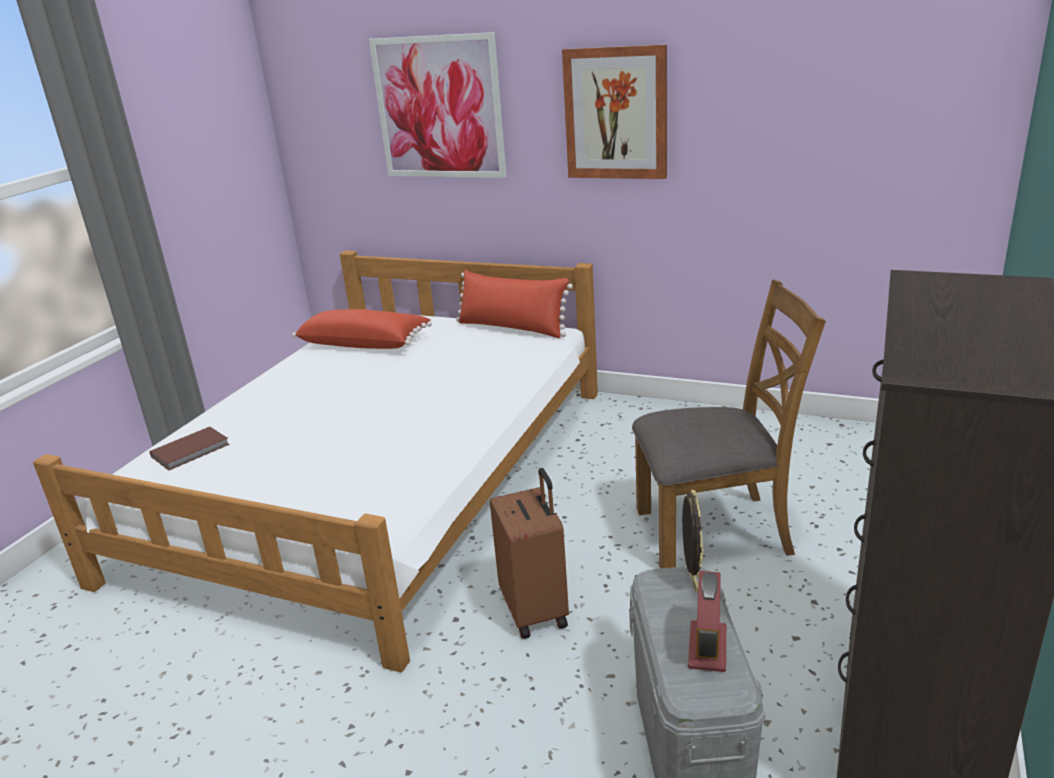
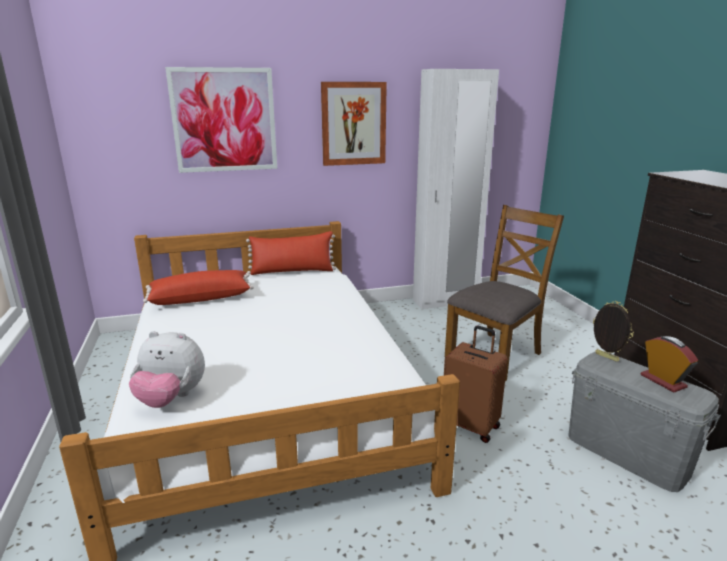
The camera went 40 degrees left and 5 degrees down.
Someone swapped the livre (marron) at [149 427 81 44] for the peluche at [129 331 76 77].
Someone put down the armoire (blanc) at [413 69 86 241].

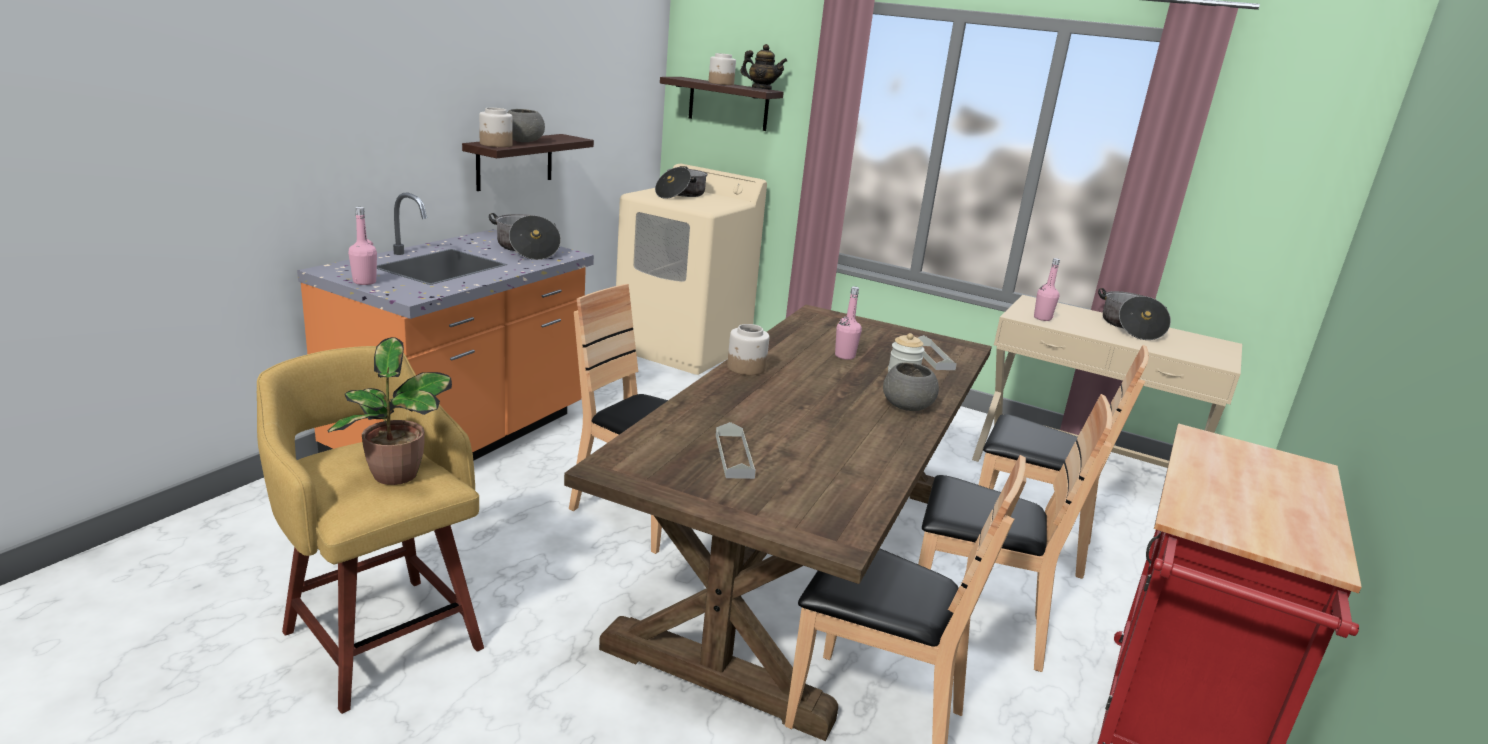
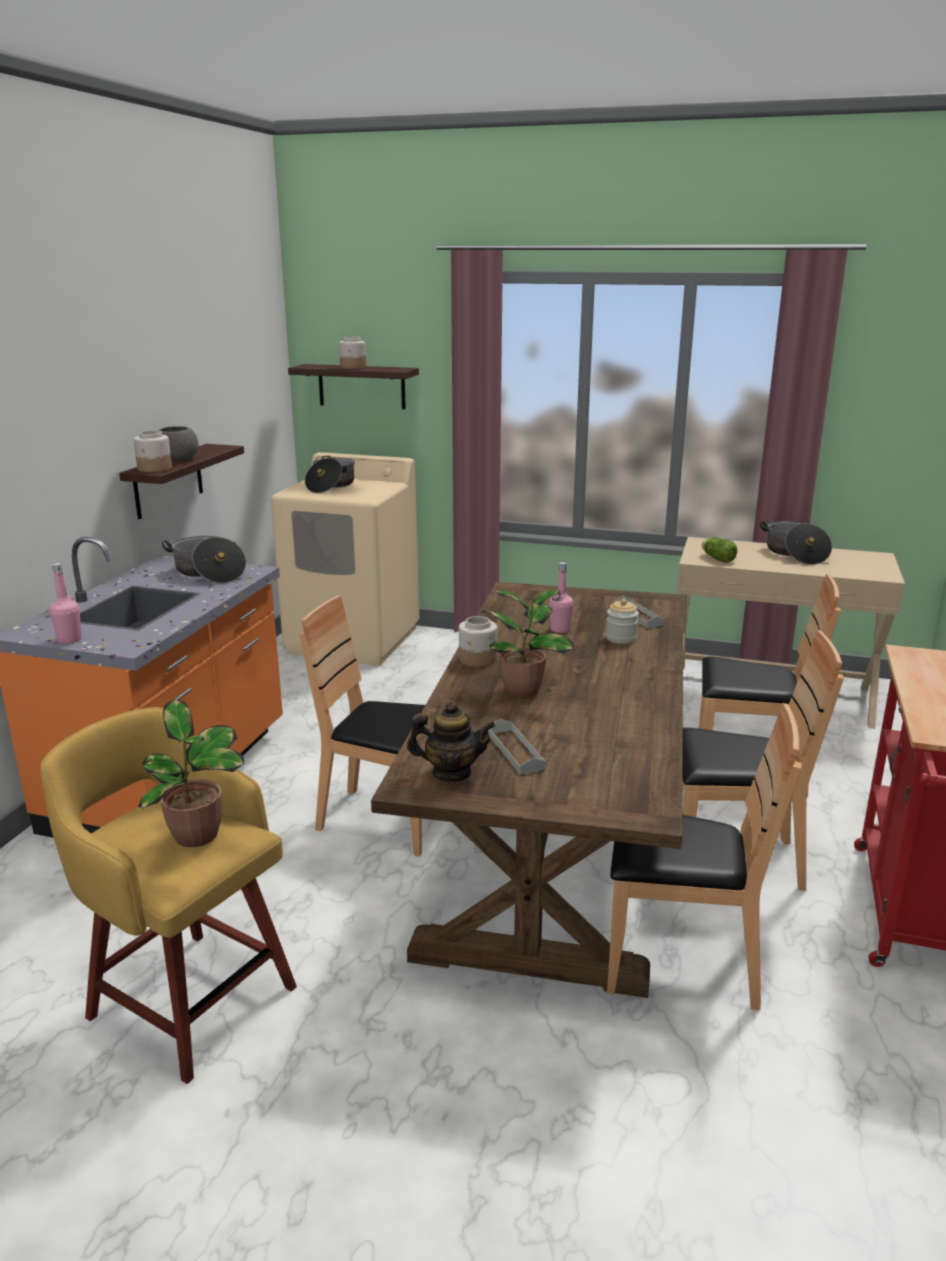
The camera went 10 degrees left and 0 degrees up.
Someone carried the théière from [740 44 47 46] to [407 701 88 81].
Someone put down the plante en pot at [481 590 92 108].
Someone swapped the bouteille (rose) at [1034 258 26 63] for the laitue at [702 537 36 26].
Someone took away the bol (gris) at [883 362 56 49].

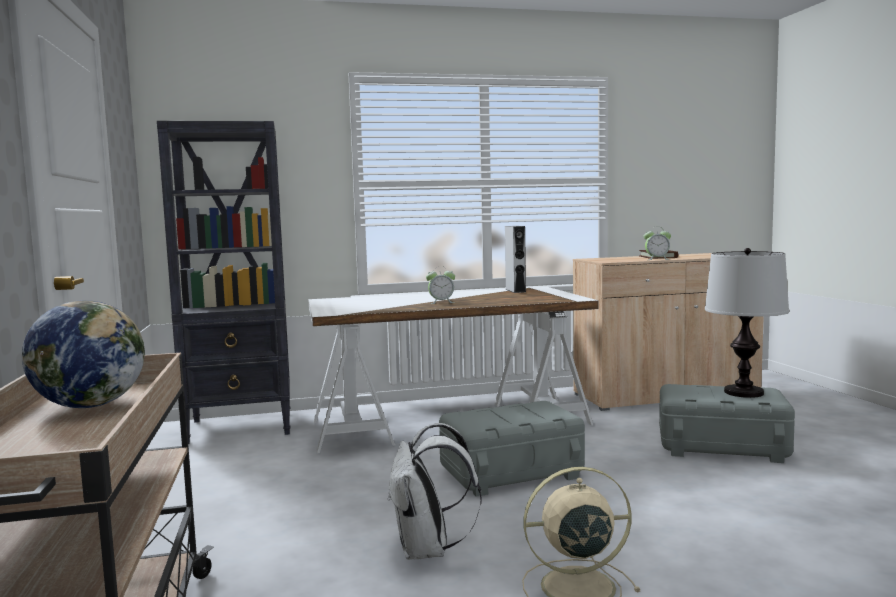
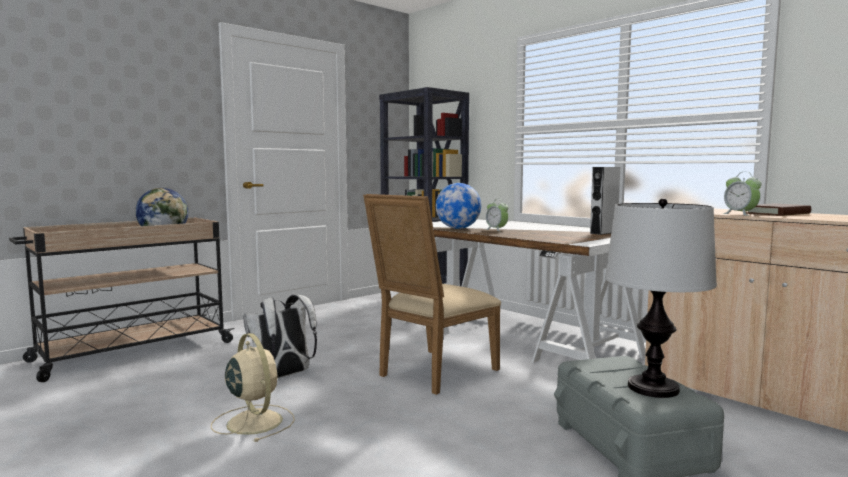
The camera went 60 degrees right and 0 degrees up.
Someone swapped the boîte de rangement (gris) at [439 401 146 96] for the chaise (beige) at [363 194 138 201].
Someone put down the globe at [436 183 45 46].

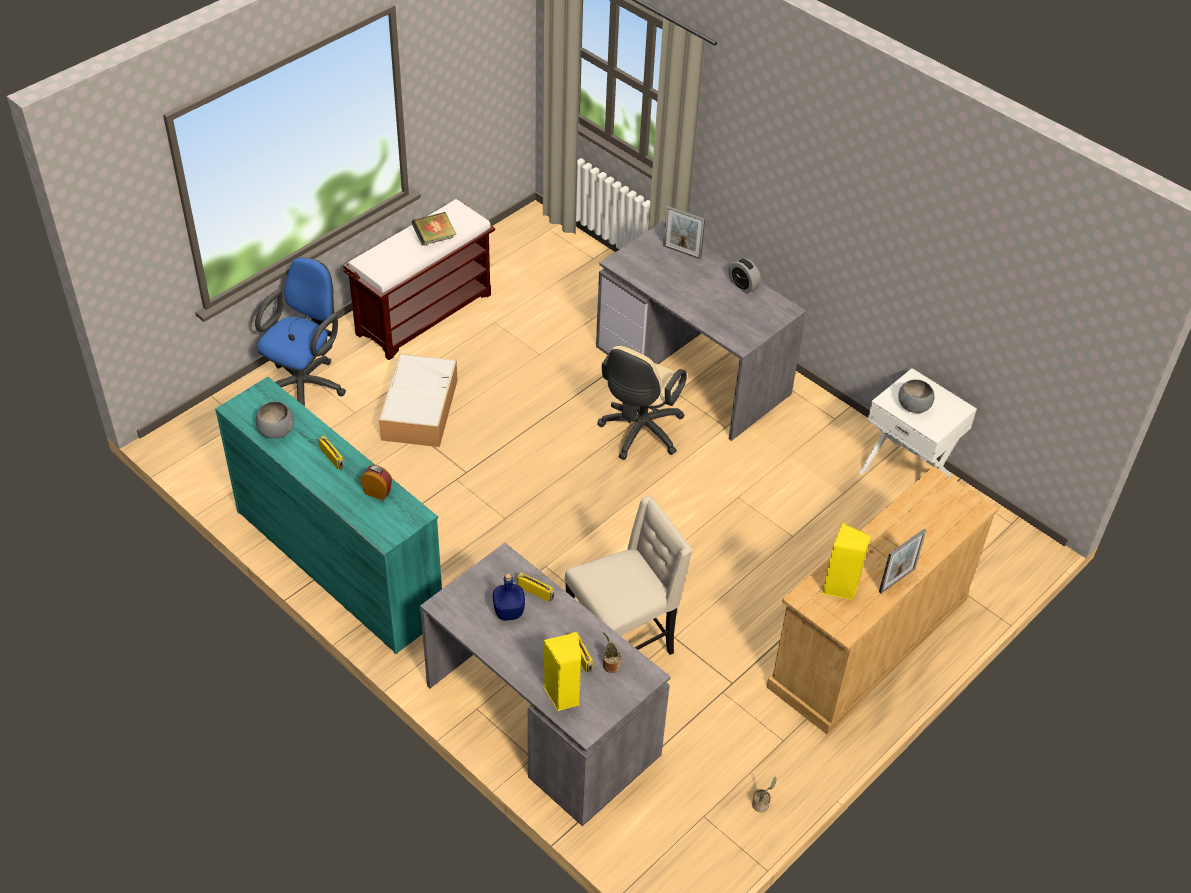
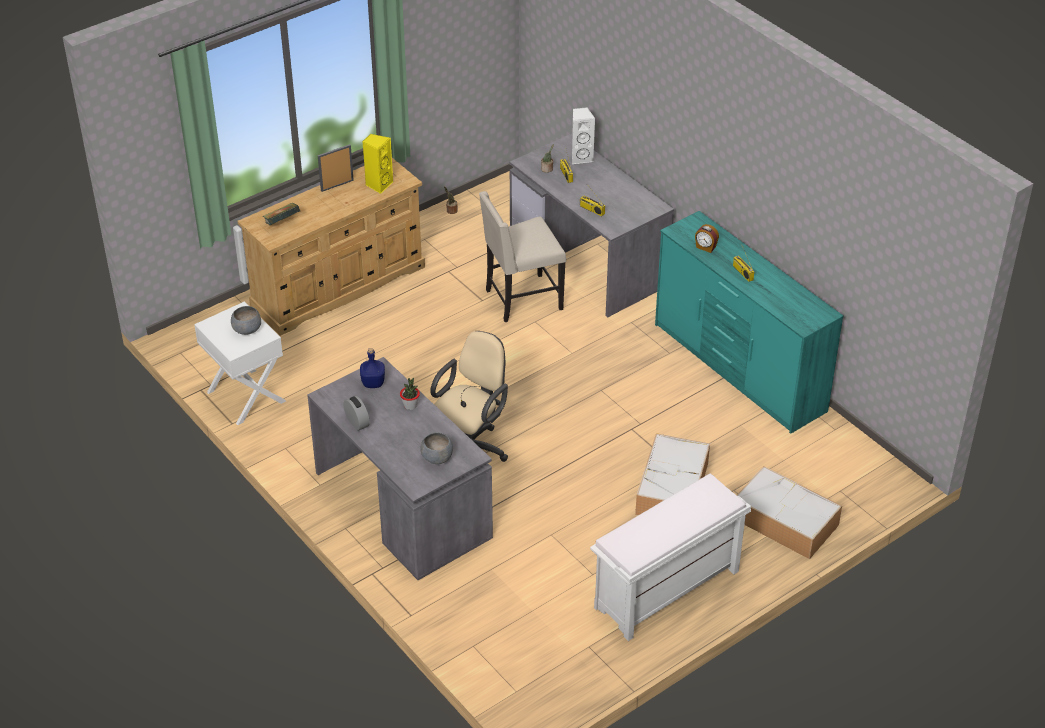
The camera went 170 degrees left and 5 degrees down.
Someone carried the livre from [412 212 44 34] to [263 202 37 23].
Someone carried the bouteille (bleu) from [493 574 32 46] to [360 348 25 40].
Someone put down the plante en pot at [400 378 20 32].
Someone carried the bol (gris) from [256 401 38 38] to [420 433 33 31].
Someone repainted the enceinte (jaune) at [543 632 38 79], which became the enceinte (blanc) at [572 107 23 57].
Someone repainted the banc (marron) at [343 199 152 161], which became the banc (blanc) at [590 474 161 167].
Someone swapped the chaise de bureau (bleu) at [255 257 91 150] for the boîte de rangement at [737 466 105 93].
Someone took away the cadre photo at [663 206 42 53].

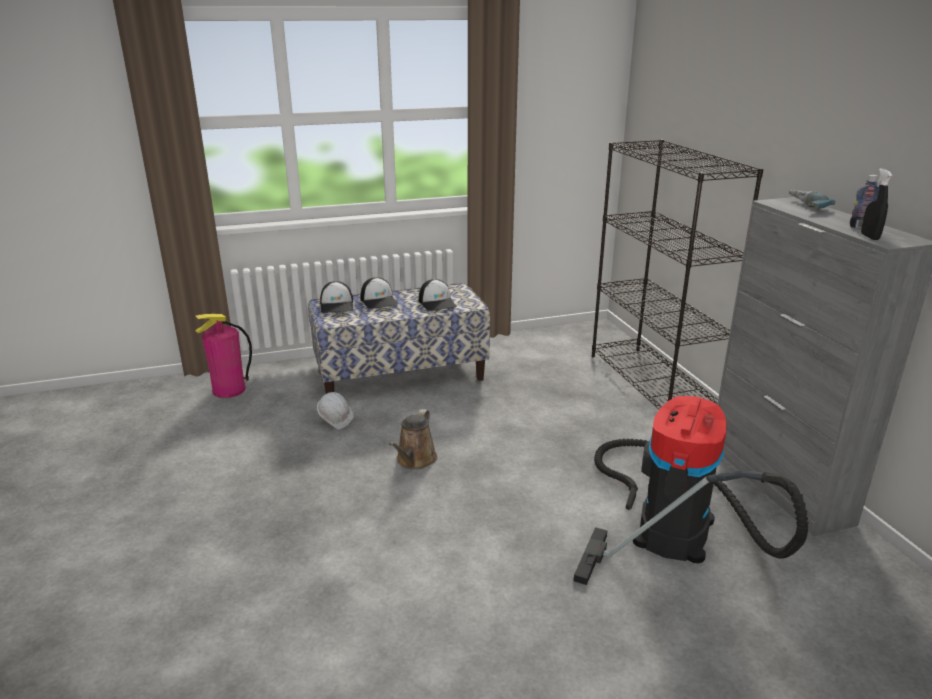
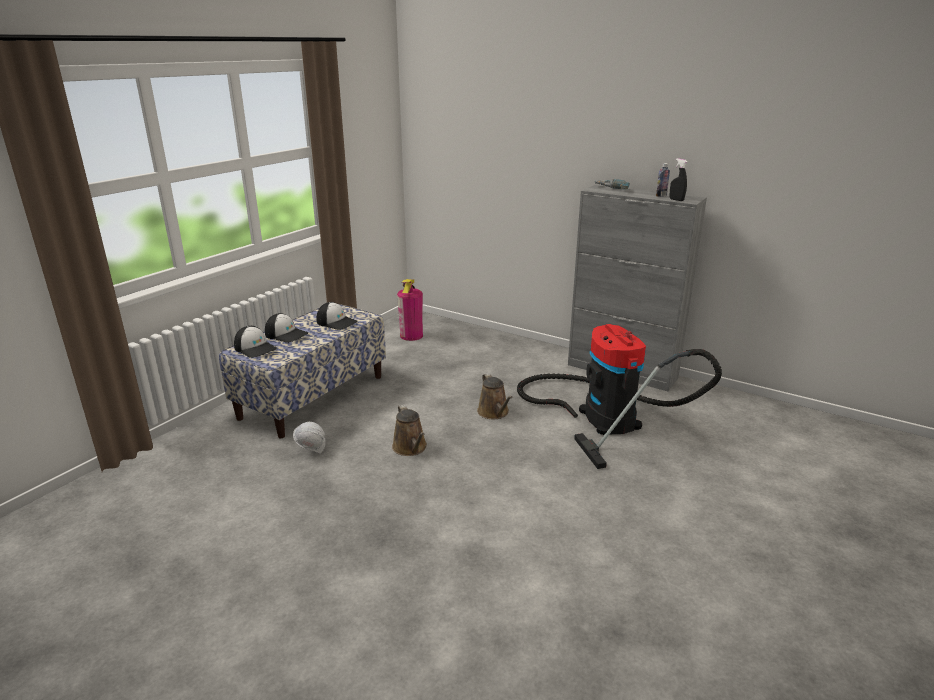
The camera went 40 degrees left and 0 degrees up.
Someone carried the extincteur from [195 314 57 84] to [397 279 26 62].
Someone put down the arrosoir (marron) at [477 373 36 46].
Someone took away the bibliothèque (noir) at [592 139 172 271].

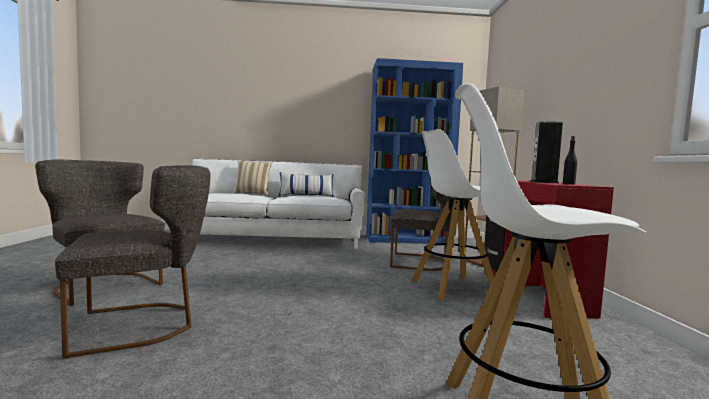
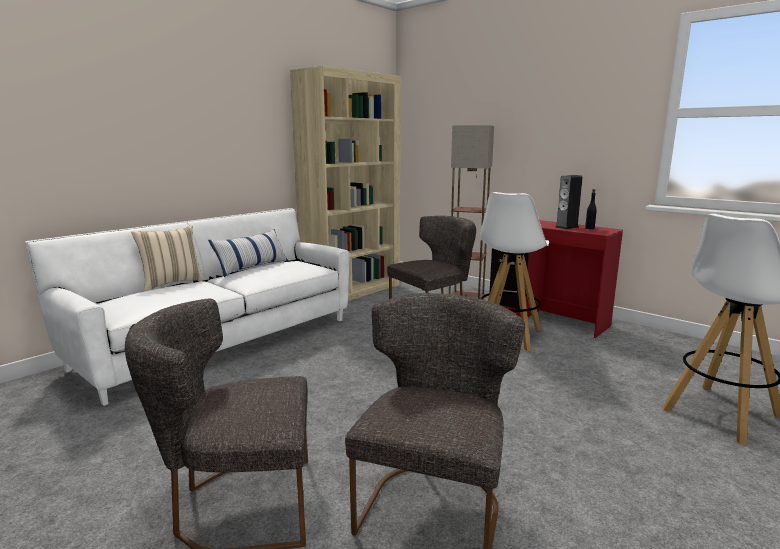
The camera went 45 degrees left and 10 degrees up.
Someone repainted the bibliothèque (bleu) at [366 58 97 186], which became the bibliothèque (beige) at [290 65 111 236].

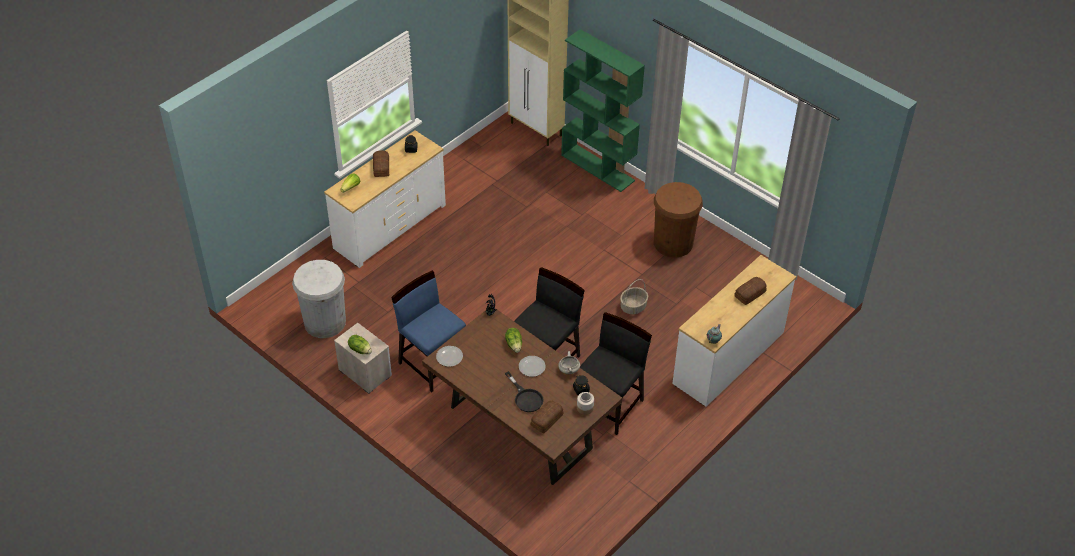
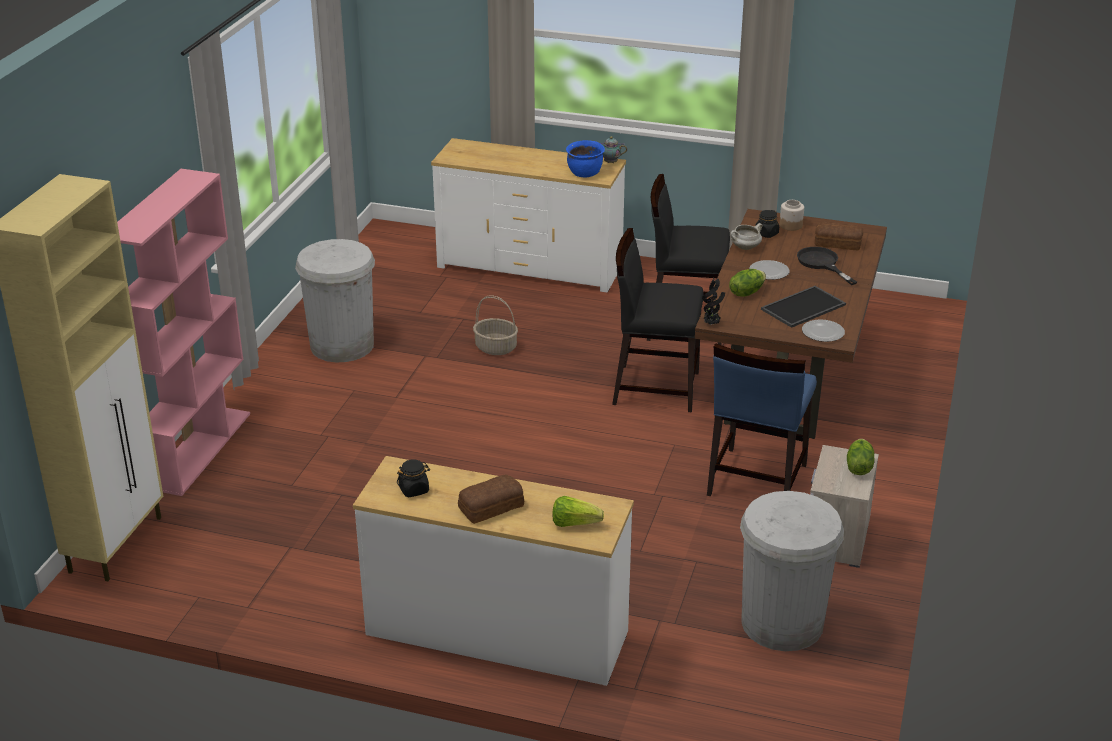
The camera went 115 degrees left and 15 degrees down.
Someone repainted the bibliothèque (vert) at [561 29 84 163], which became the bibliothèque (rose) at [117 169 133 327].
Someone repainted the poubelle (marron) at [654 182 49 76], which became the poubelle (blanc) at [295 239 80 123].
Someone put down the marmite (bleu) at [566 140 39 37].
Someone put down the plateau at [761 286 85 42].
Someone rotated the poêle (noir) at [505 371 39 41] by 60 degrees counterclockwise.
Someone took away the pain at [734 277 33 28].

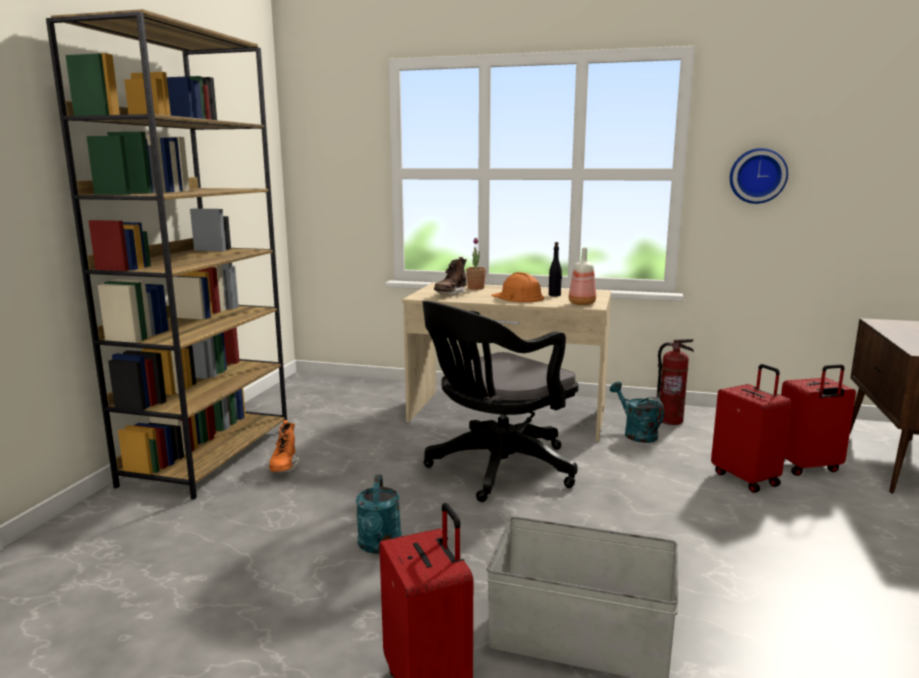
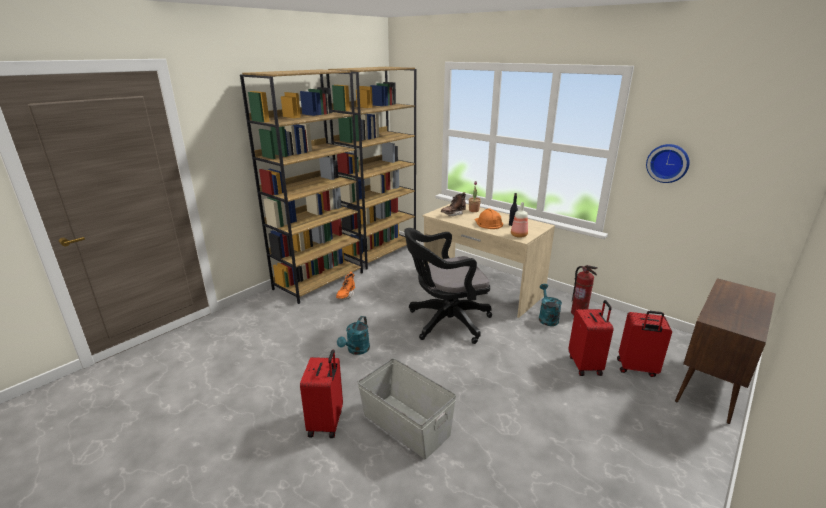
The camera went 25 degrees right and 10 degrees up.
Someone put down the bibliothèque (marron) at [326 67 90 203].

